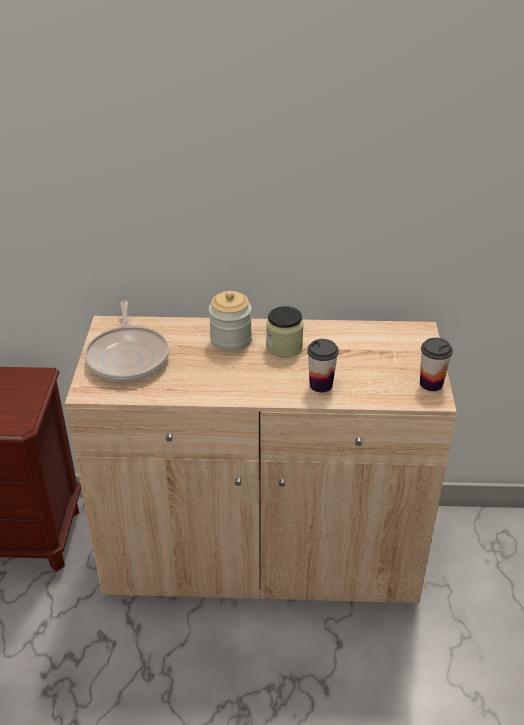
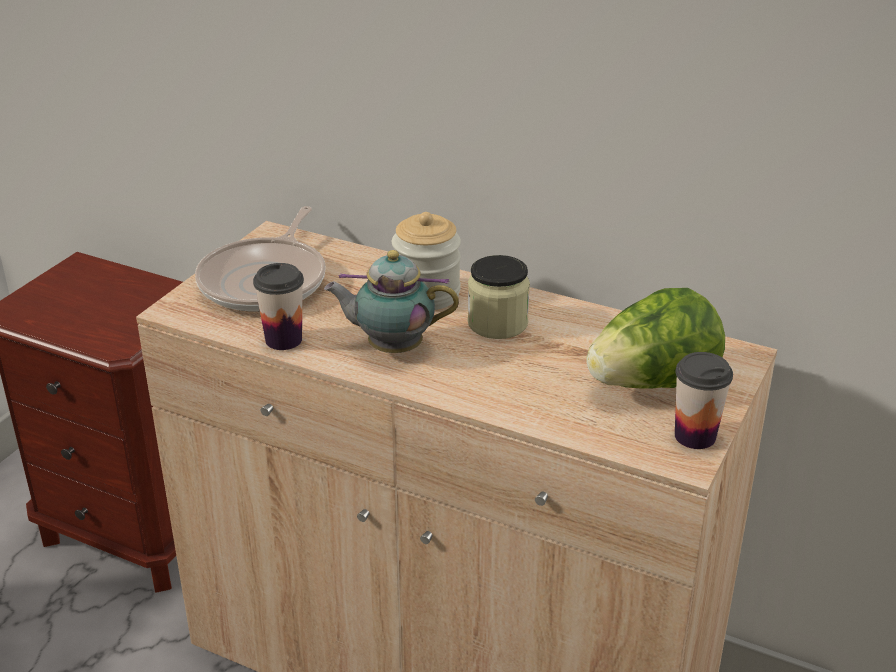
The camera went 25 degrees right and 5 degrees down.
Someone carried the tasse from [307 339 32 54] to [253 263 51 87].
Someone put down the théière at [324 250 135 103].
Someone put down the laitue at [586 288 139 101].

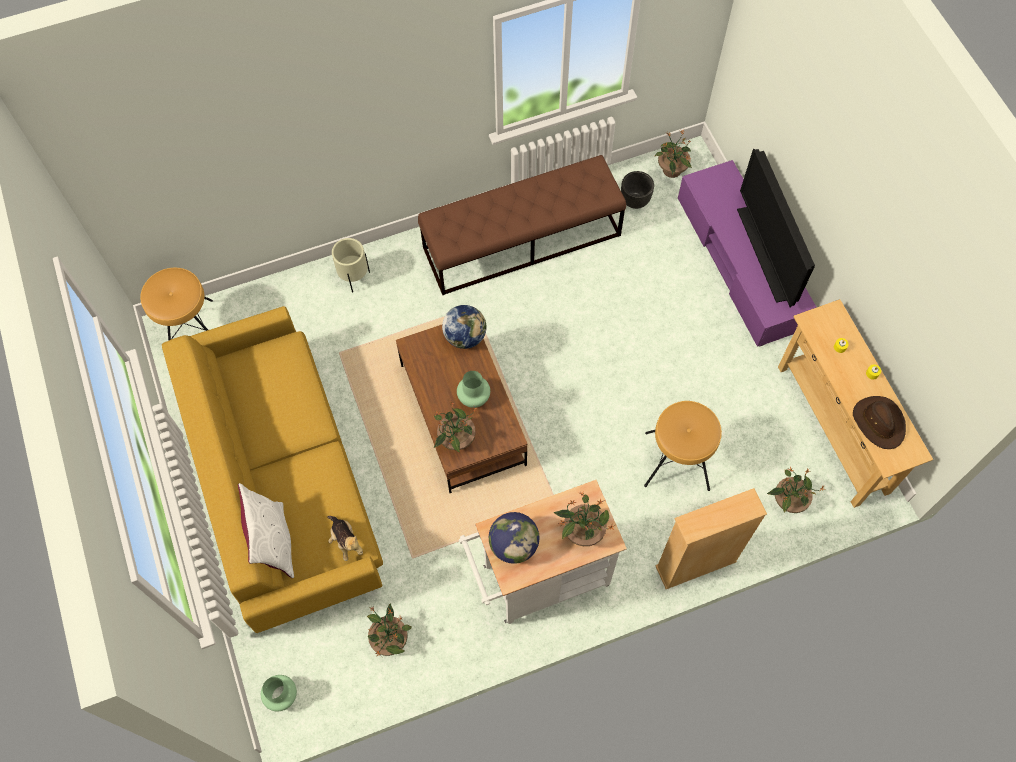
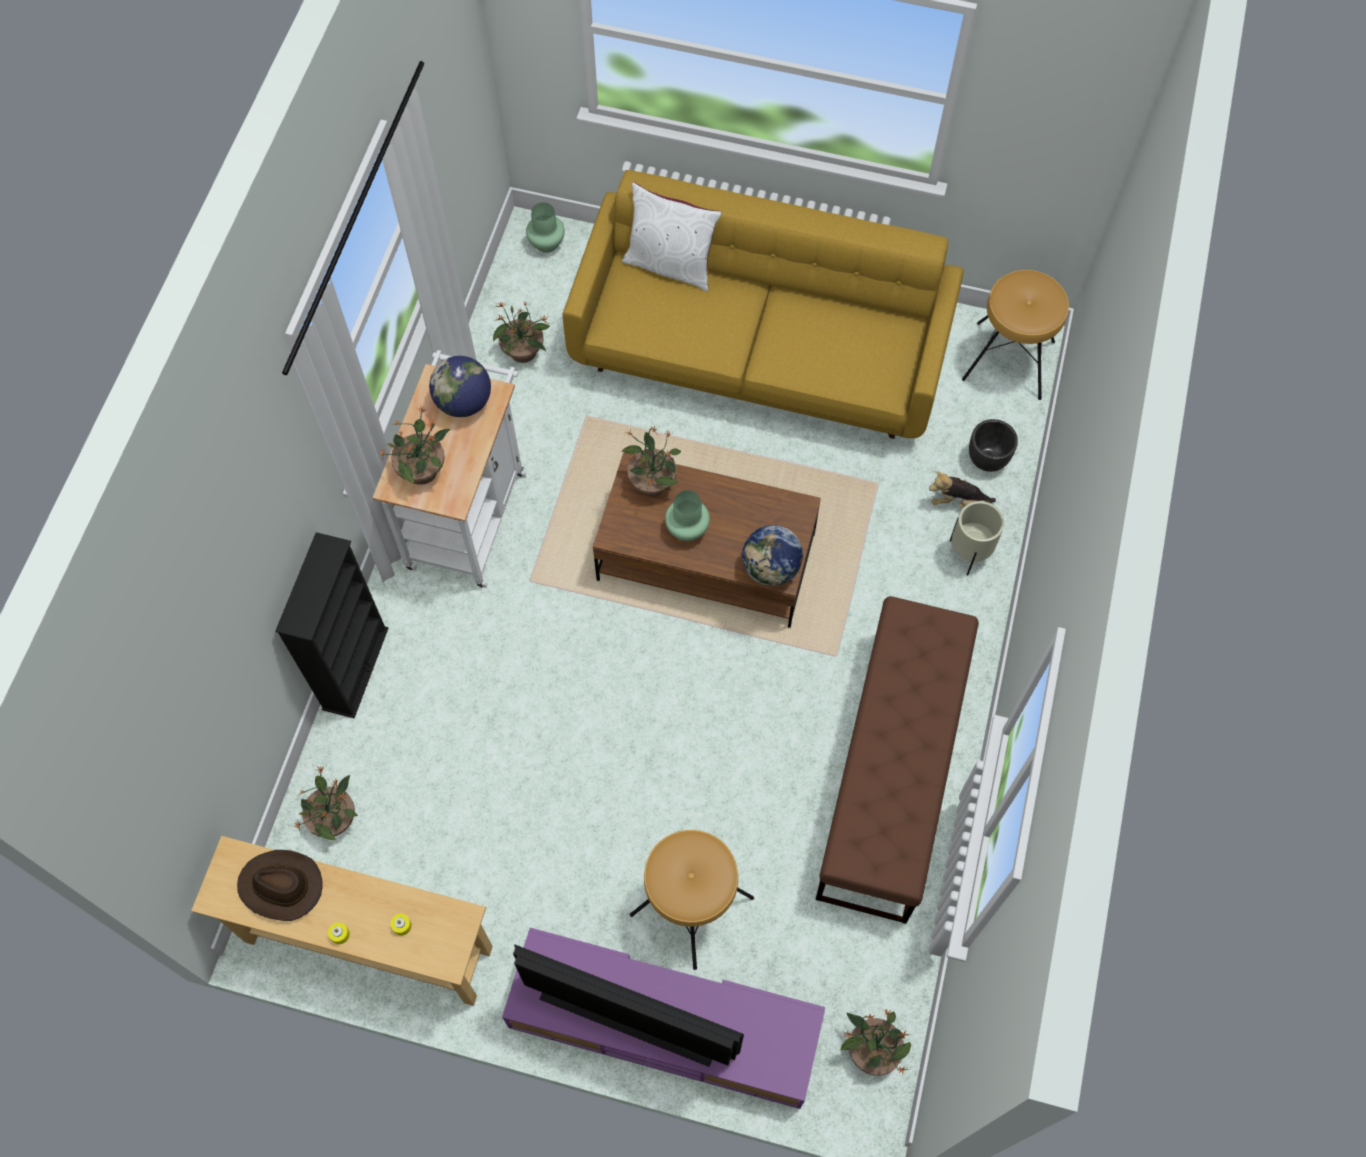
The camera went 125 degrees right and 0 degrees up.
Someone repainted the bibliothèque (beige) at [655 488 112 101], which became the bibliothèque (noir) at [275 532 113 186].
Someone carried the tabouret (marron) from [644 401 78 90] to [630 830 124 140].
Someone carried the peluche from [327 516 36 45] to [929 471 67 37].
Someone carried the cache-pot (noir) from [621 171 33 38] to [969 419 49 53].

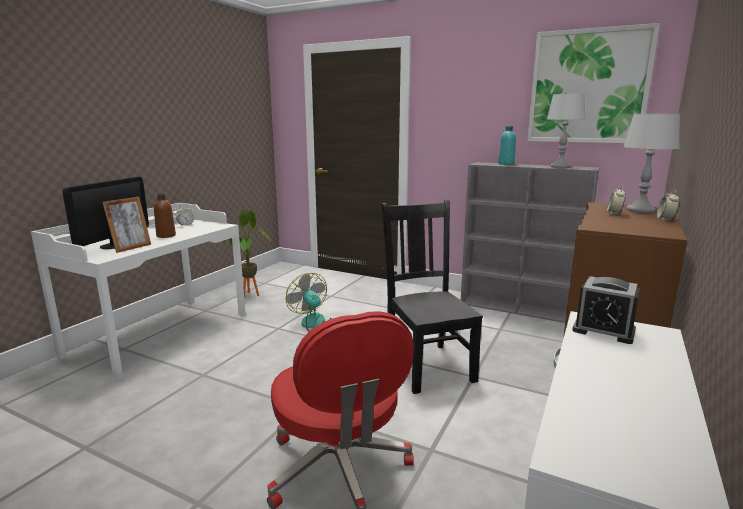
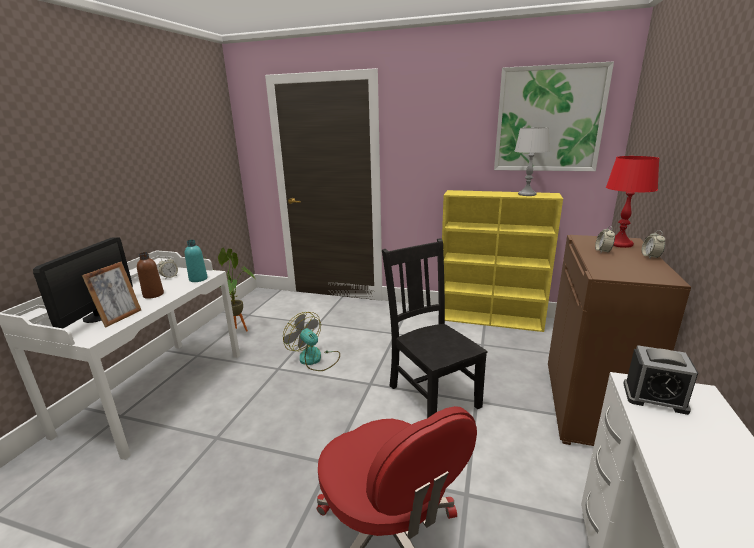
The camera went 10 degrees left and 5 degrees up.
Someone carried the bouteille (turquoise) from [498 126 18 39] to [185 240 23 42].
Someone repainted the bibliothèque (gris) at [461 162 138 161], which became the bibliothèque (jaune) at [442 190 121 142].
Someone repainted the lampe de table (gris) at [623 114 57 99], which became the lampe de table (rouge) at [606 156 54 92].

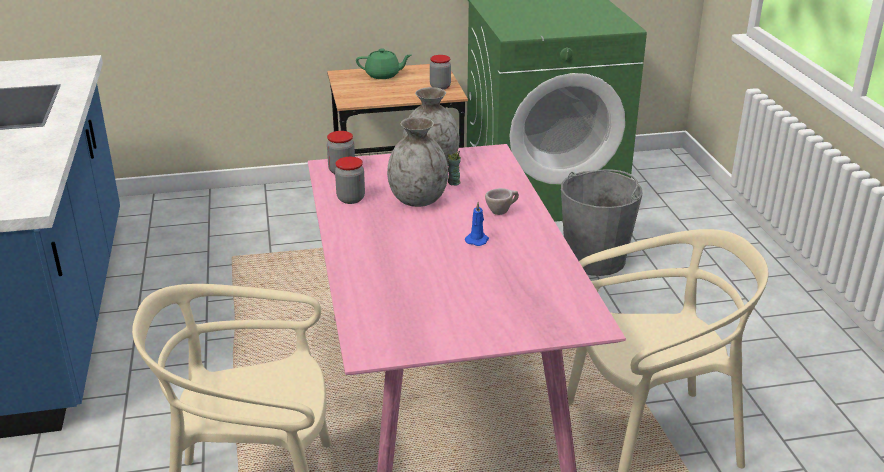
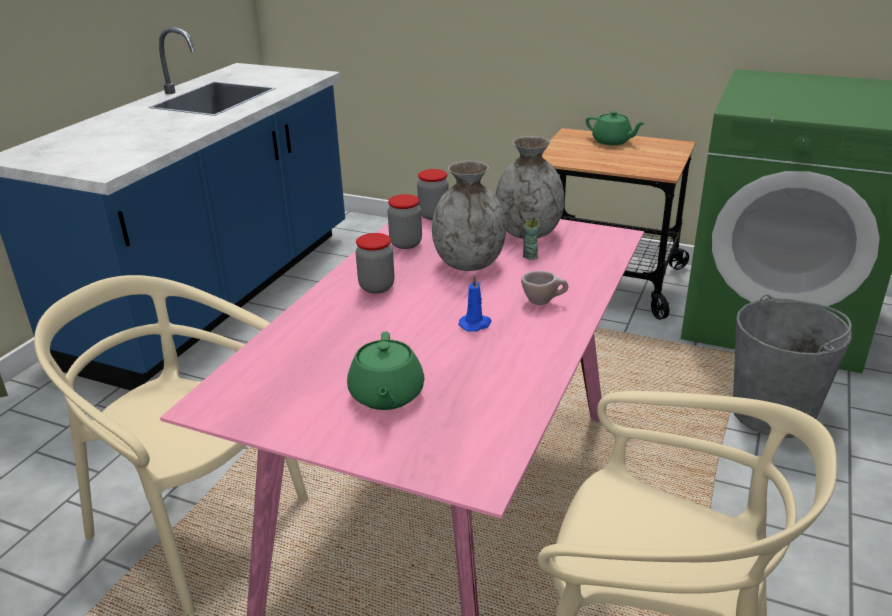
The camera went 35 degrees right and 0 degrees up.
Someone put down the théière (vert) at [347 332 78 78].
Someone carried the bocal from [430 55 21 35] to [356 233 38 60].

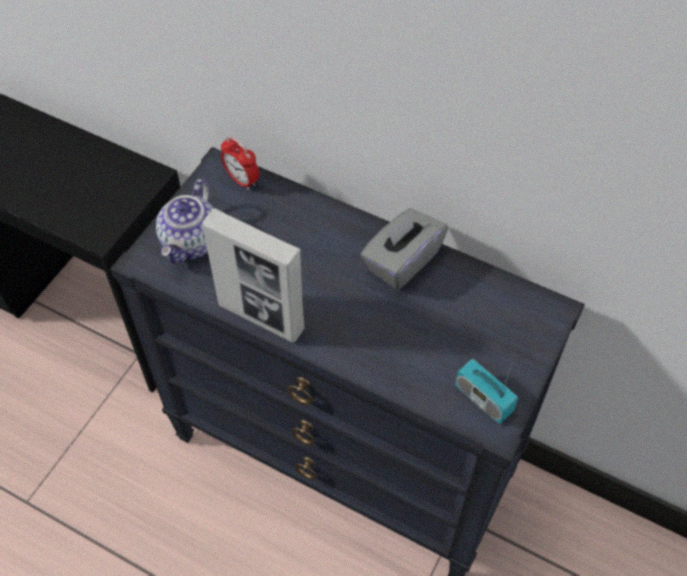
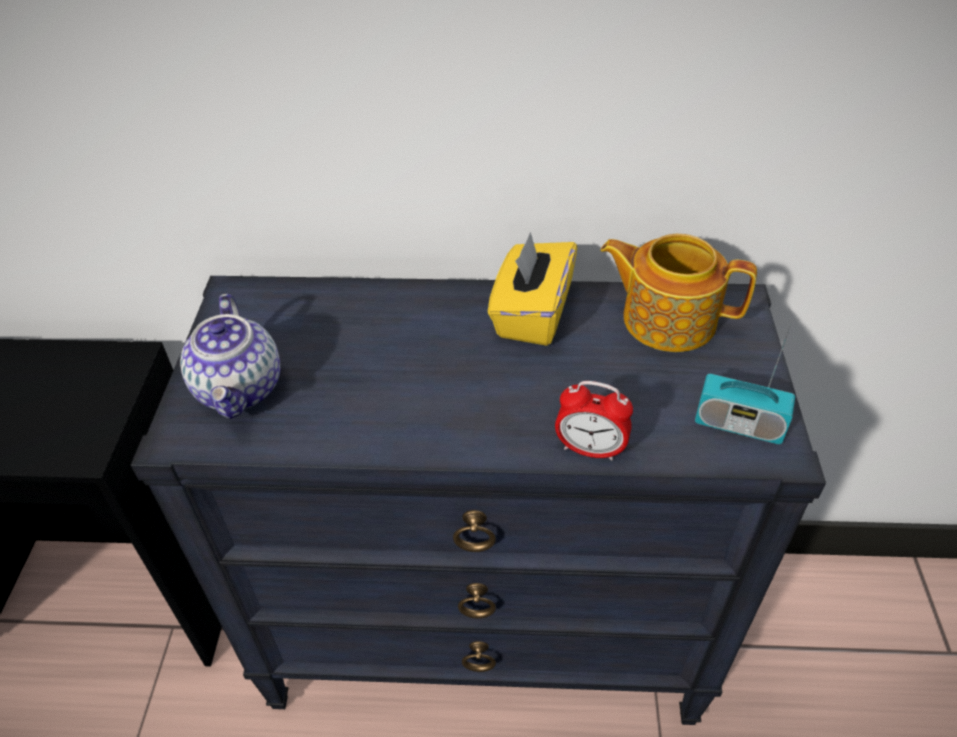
The camera went 25 degrees left and 10 degrees down.
Someone repainted the boîte à mouchoirs (gris) at [360 208 88 82], which became the boîte à mouchoirs (jaune) at [488 232 89 114].
Someone carried the réveil from [221 137 38 53] to [555 381 78 80].
Someone put down the théière at [600 234 157 118].
Someone took away the cadre photo at [202 208 103 135].

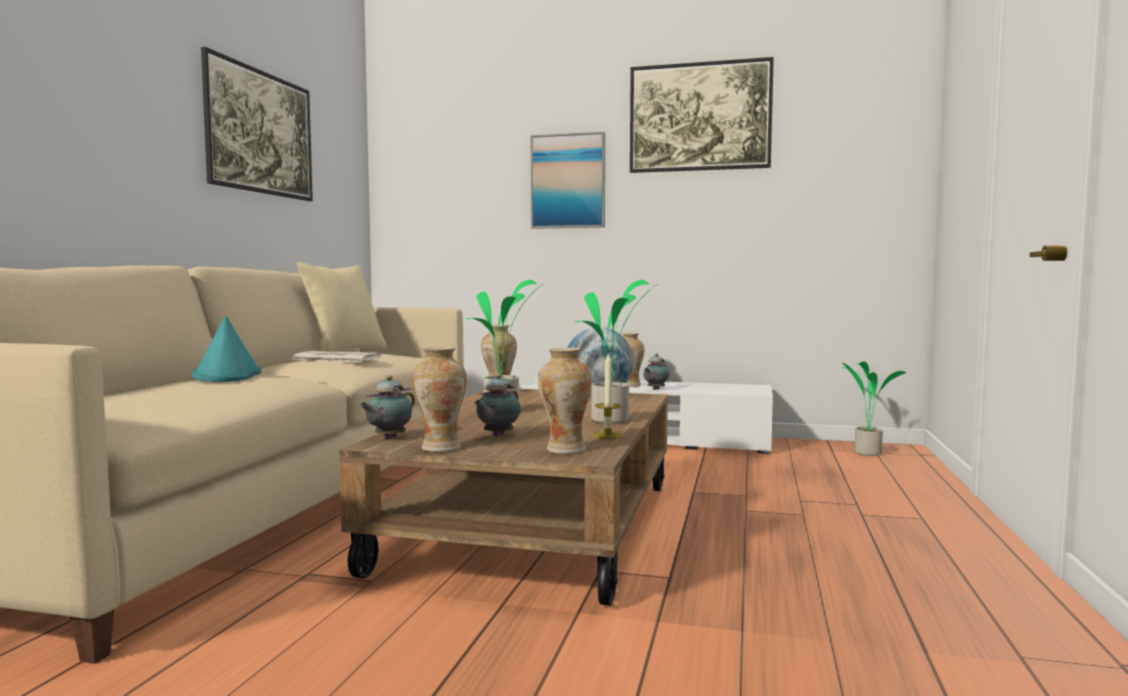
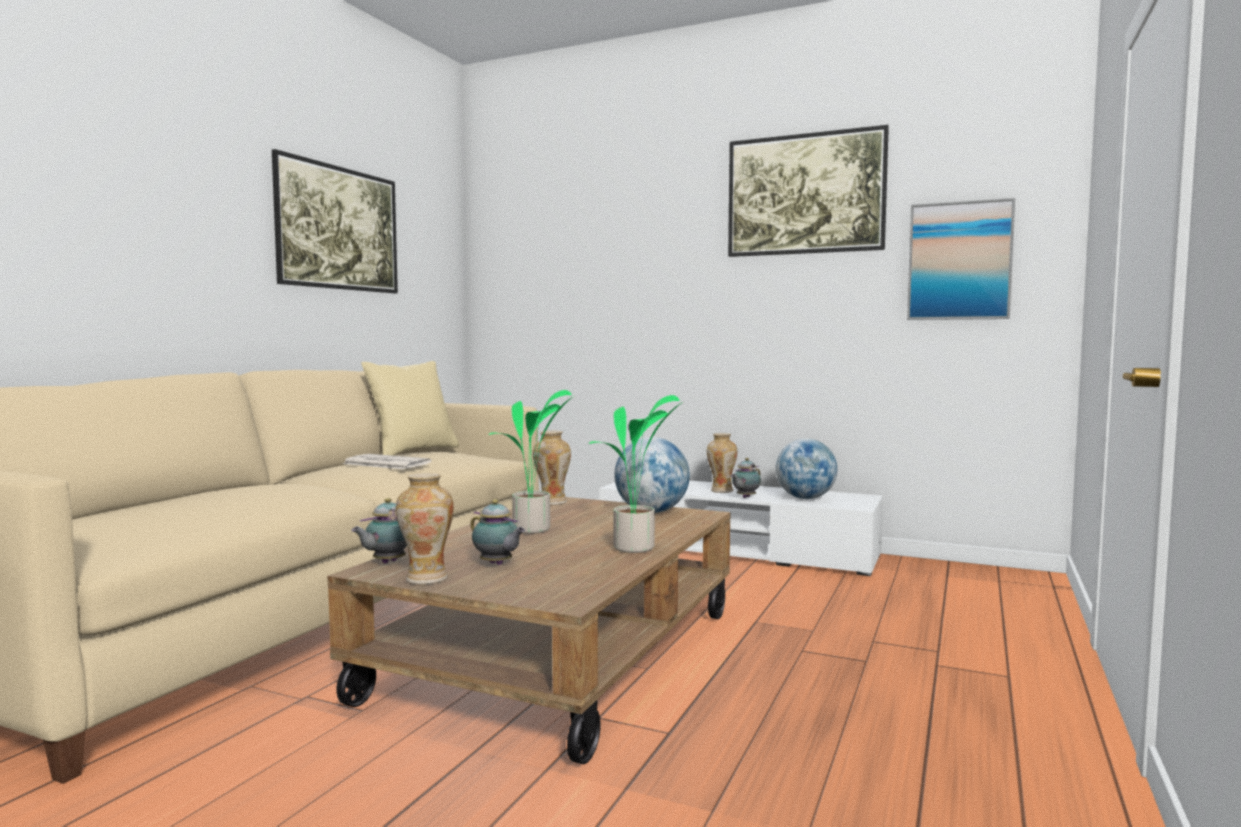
The camera went 10 degrees right and 0 degrees up.
Someone rotated the théière at [474 374 46 62] by 90 degrees counterclockwise.
Someone put down the globe at [776 438 61 61].
Someone carried the tableau from [531 132 74 97] to [907 198 108 122].
Someone took away the chapeau (turquoise) at [191 316 70 66].
Someone took away the vase at [538 348 54 106].
Someone took away the bougie at [592 352 31 87].
Someone took away the plante en pot at [842 362 64 94].

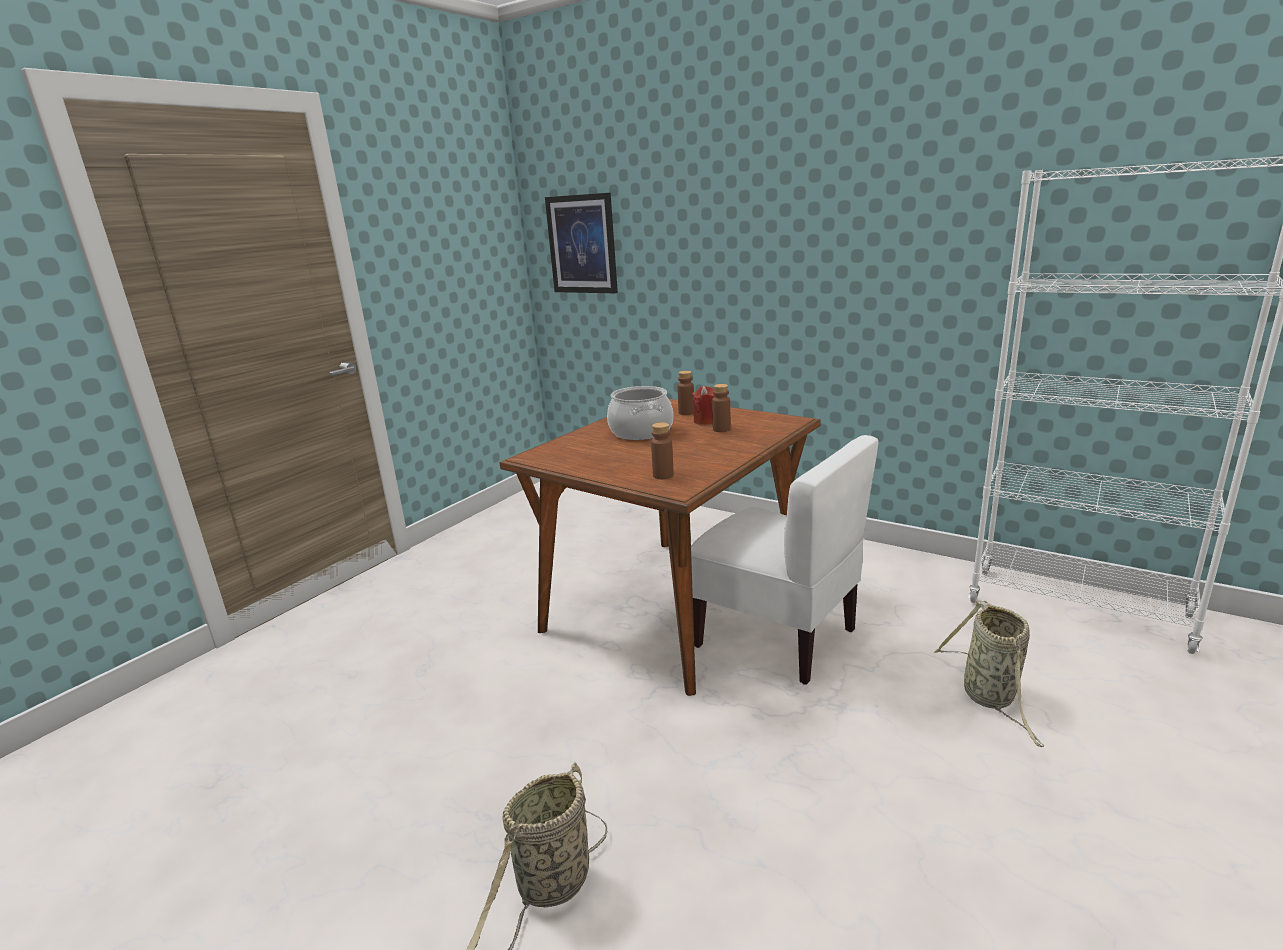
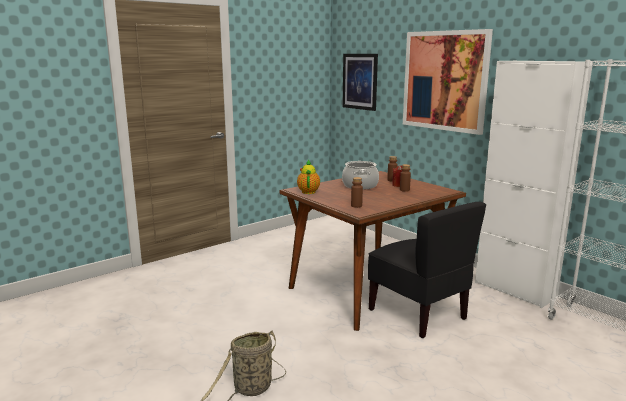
The camera went 15 degrees right and 5 degrees down.
Someone put down the théière at [297 160 23 34].
Someone repainted the chaise (blanc) at [691 435 188 250], which became the chaise (noir) at [368 202 118 136].
Someone put up the tableau at [403 29 90 106].
Someone put down the meuble de rangement (blanc) at [475 61 118 247].
Someone took away the panier at [934 601 110 146].

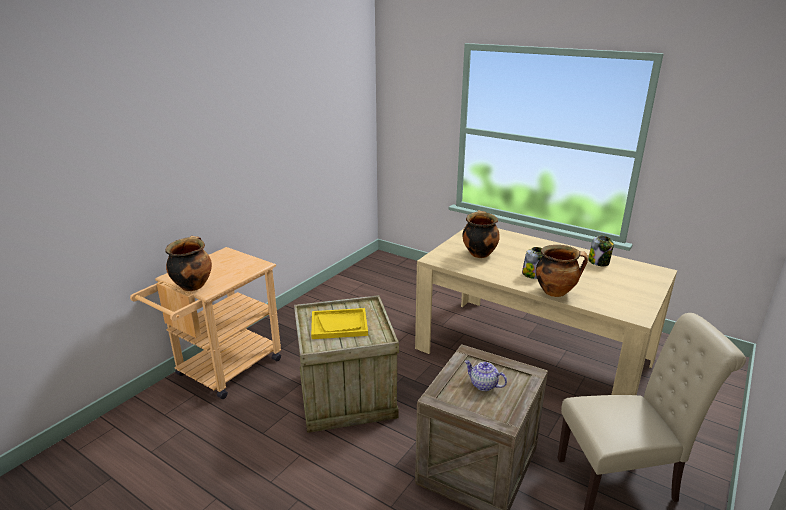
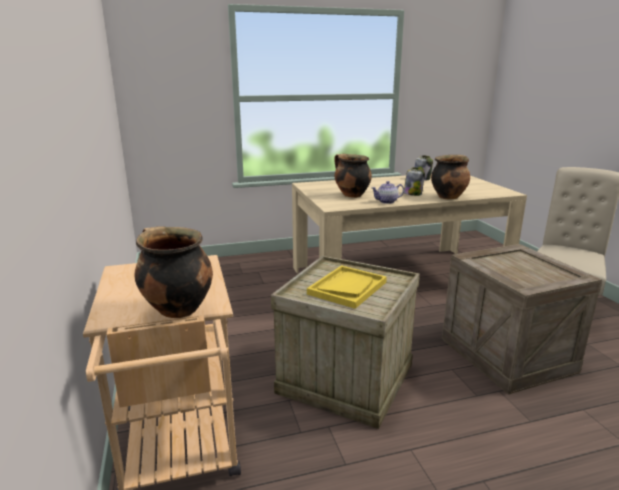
The camera went 50 degrees left and 5 degrees down.
Someone carried the théière from [464 360 43 31] to [372 181 32 23].

